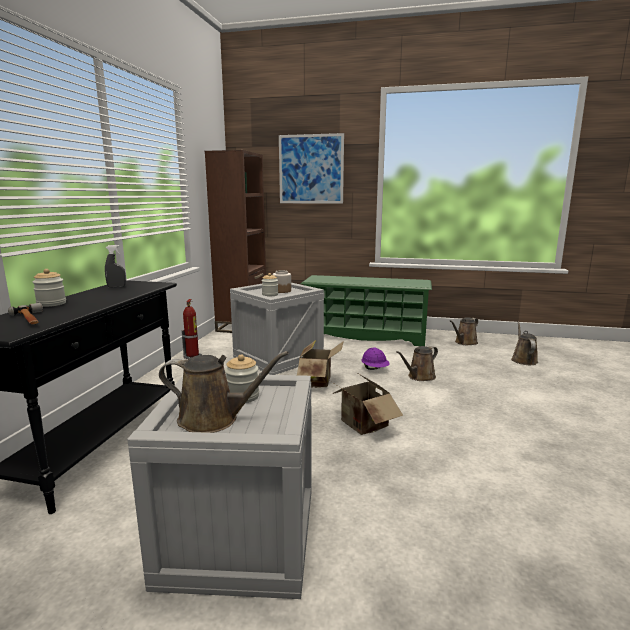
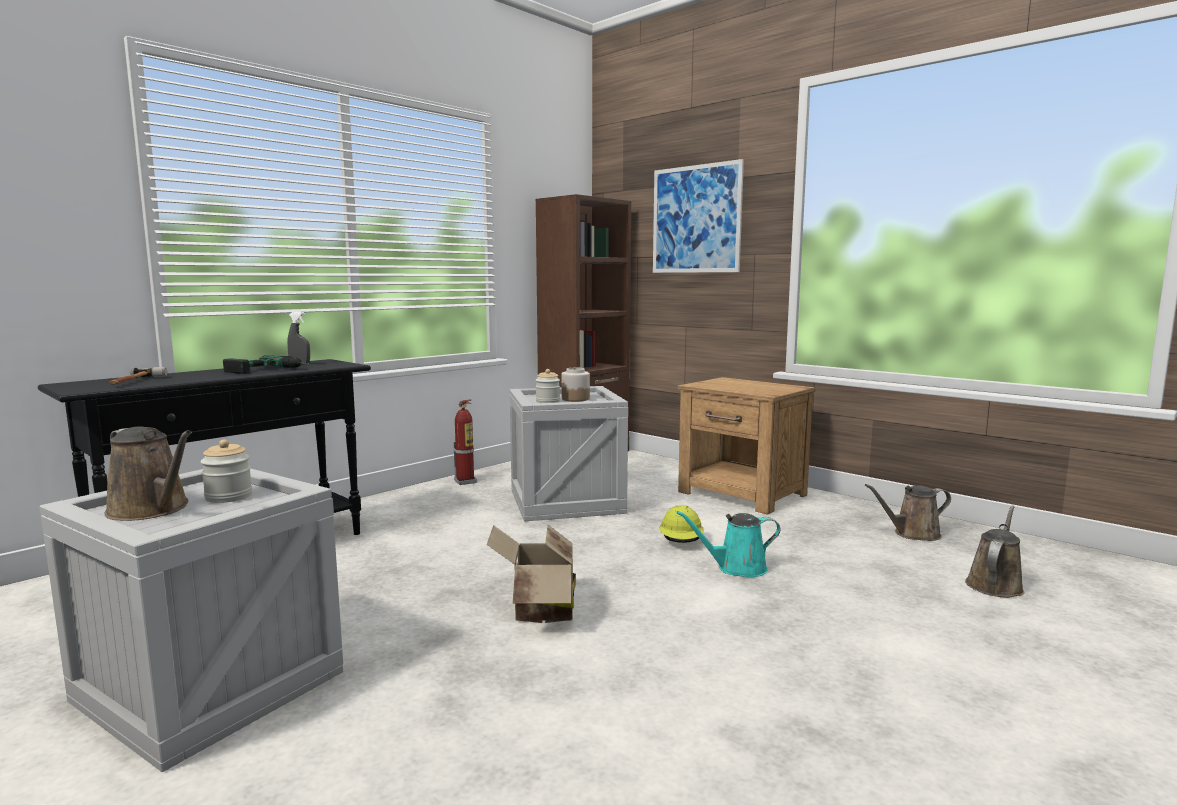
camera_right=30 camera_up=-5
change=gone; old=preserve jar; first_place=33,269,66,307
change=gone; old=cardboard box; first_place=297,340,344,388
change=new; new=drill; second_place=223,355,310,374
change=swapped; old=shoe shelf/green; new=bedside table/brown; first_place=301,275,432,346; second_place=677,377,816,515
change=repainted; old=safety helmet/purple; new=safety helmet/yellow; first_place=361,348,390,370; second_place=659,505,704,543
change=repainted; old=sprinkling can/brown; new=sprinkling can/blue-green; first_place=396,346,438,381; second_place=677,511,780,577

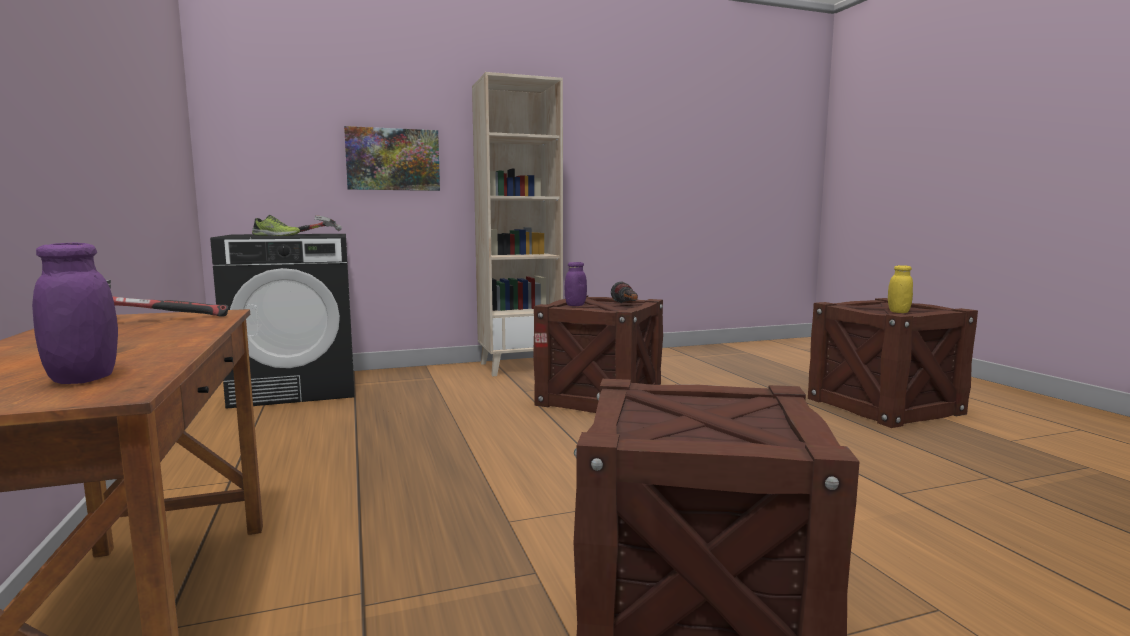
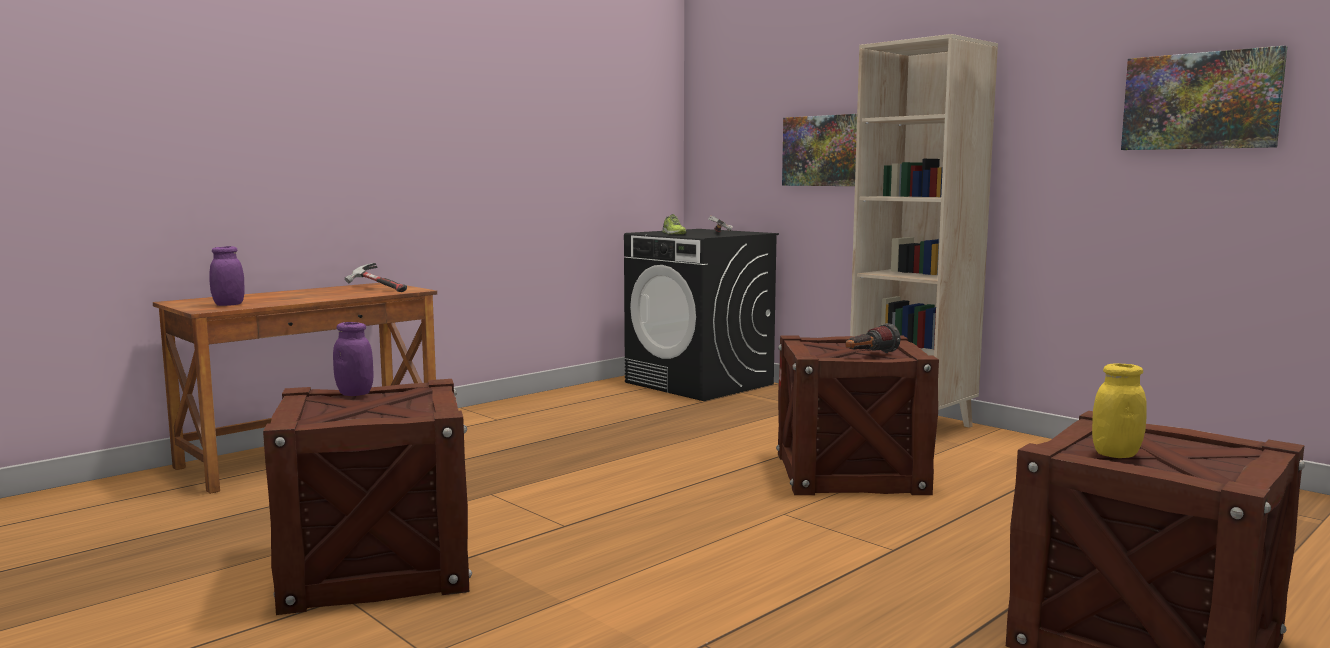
camera_right=65 camera_up=0
change=new; new=wall art; second_place=1121,45,1287,150
change=shifted; old=preserve jar/purple; first_place=564,262,587,306; second_place=333,322,373,396

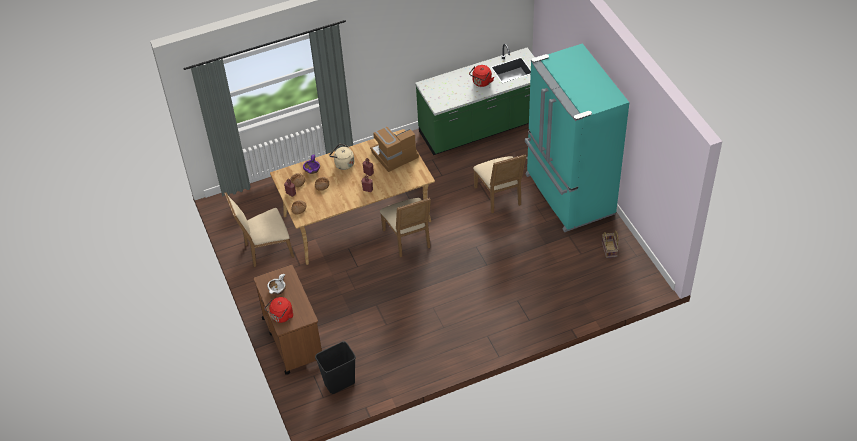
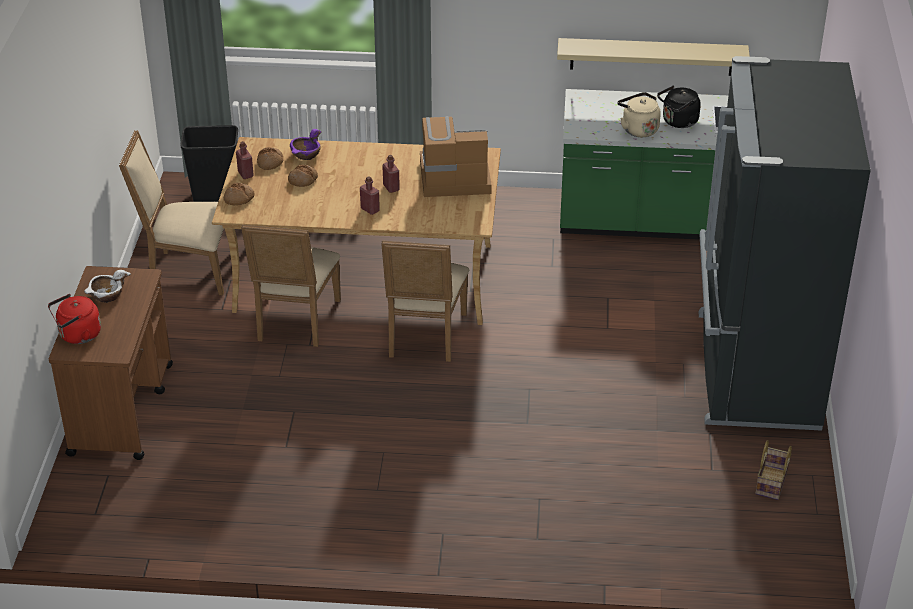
camera_right=25 camera_up=-10
change=new; new=wall shelf/sand-coloured; second_place=557,38,750,76
change=shifted; old=trash can/black-coloured; first_place=315,341,356,394; second_place=181,125,238,202
change=shifted; old=kettle/sand-coloured; first_place=329,144,354,170; second_place=617,92,661,137
change=shifted; old=upright chair/sand-coloured; first_place=473,154,526,213; second_place=241,225,341,347
change=repainted; old=kettle/reddish; new=kettle/black-coloured; first_place=469,65,494,87; second_place=657,86,701,128
change=repainted; old=kitchen fridge/blue-green; new=kitchen fridge/black-coloured; first_place=525,43,629,232; second_place=699,56,871,431

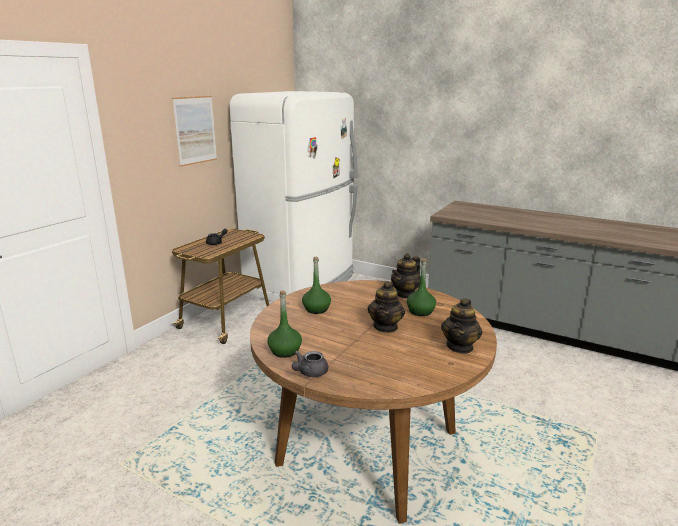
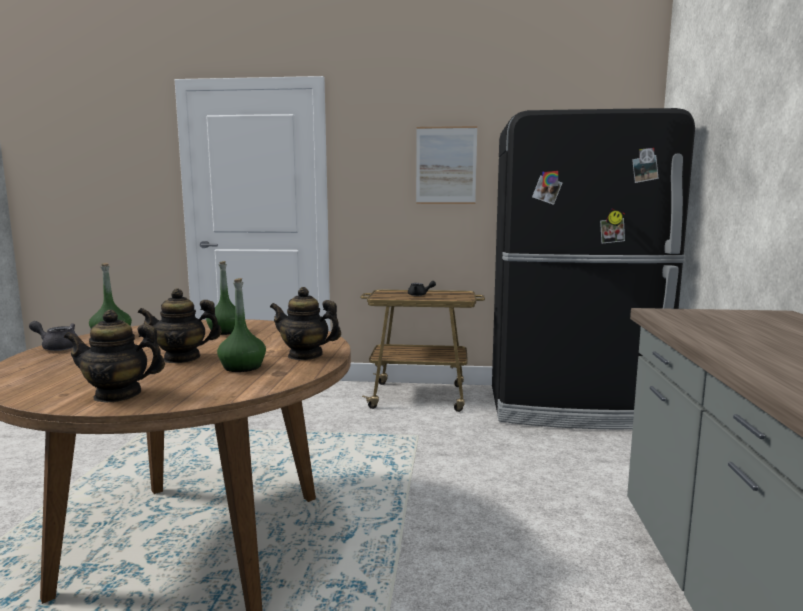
camera_right=65 camera_up=-10
change=repainted; old=kitchen fridge/white-coloured; new=kitchen fridge/black-coloured; first_place=230,91,358,302; second_place=492,108,695,429

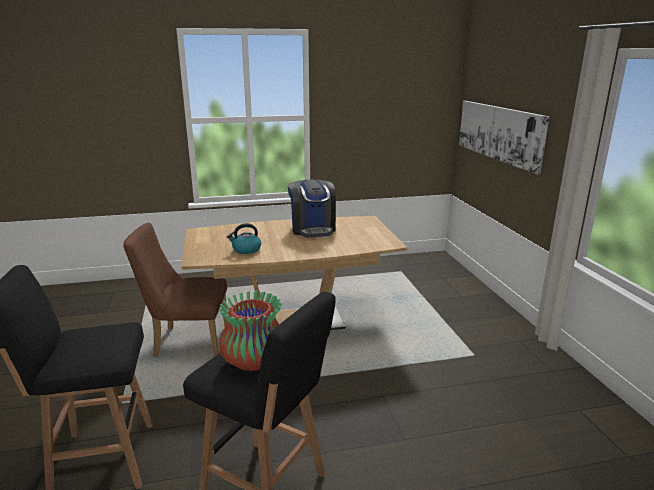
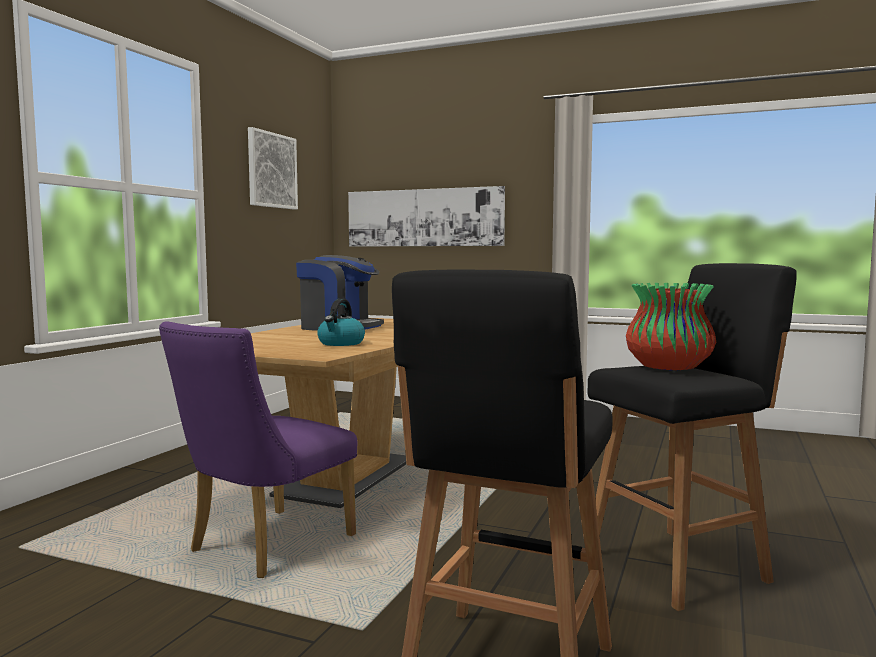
camera_right=-55 camera_up=-15
change=new; new=wall art; second_place=248,127,298,209
change=repainted; old=upright chair/brown; new=upright chair/purple; first_place=123,223,227,357; second_place=159,321,357,578

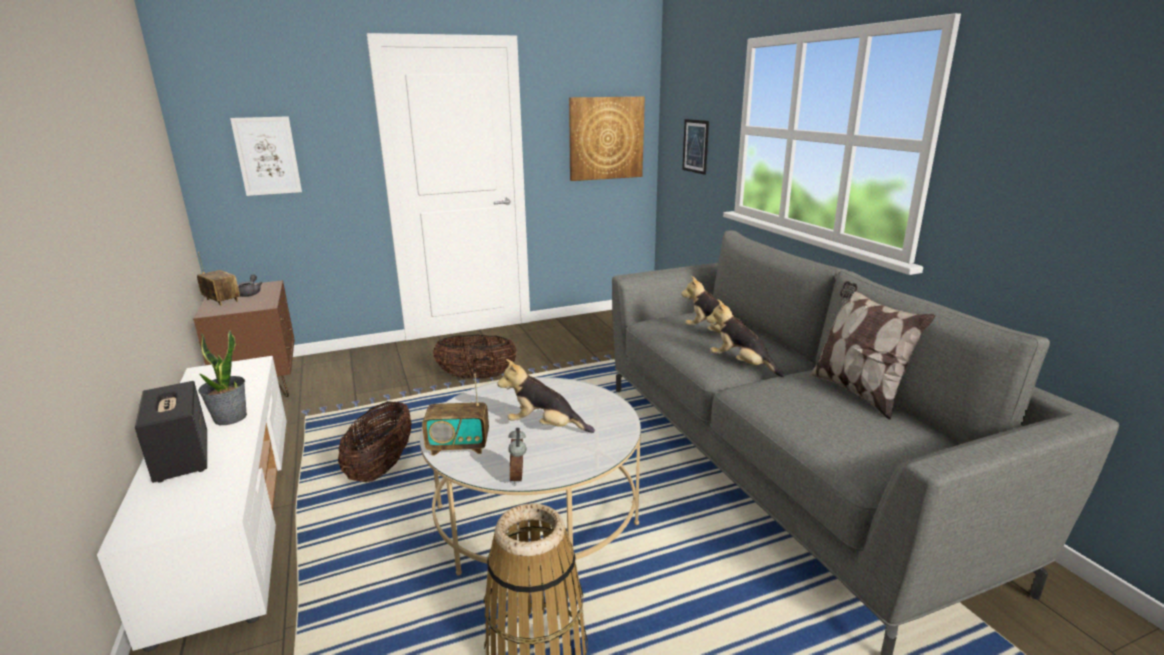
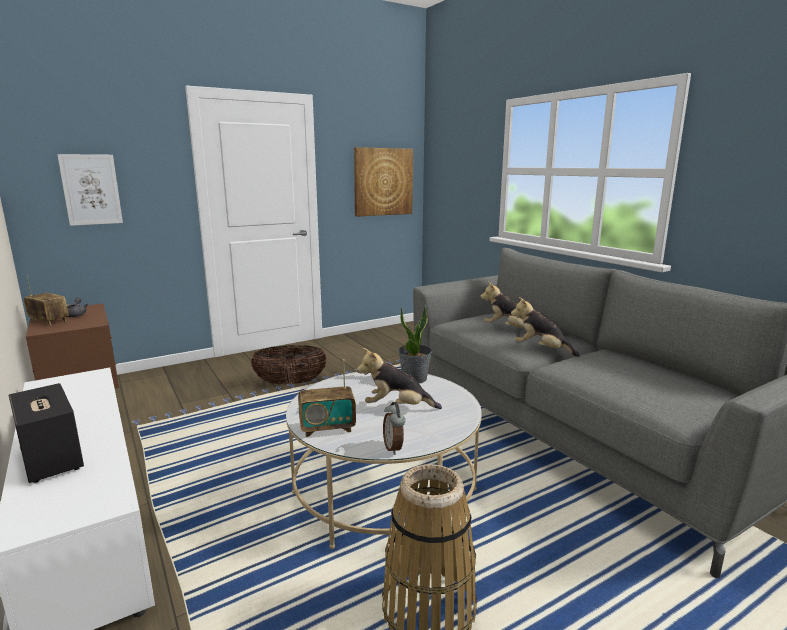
camera_right=-10 camera_up=-5
change=gone; old=household basket; first_place=338,401,412,482
change=gone; old=wall art; first_place=682,119,709,175
change=gone; old=pillow; first_place=809,281,936,420
change=shifted; old=plant in a pot; first_place=198,331,247,425; second_place=398,305,432,384

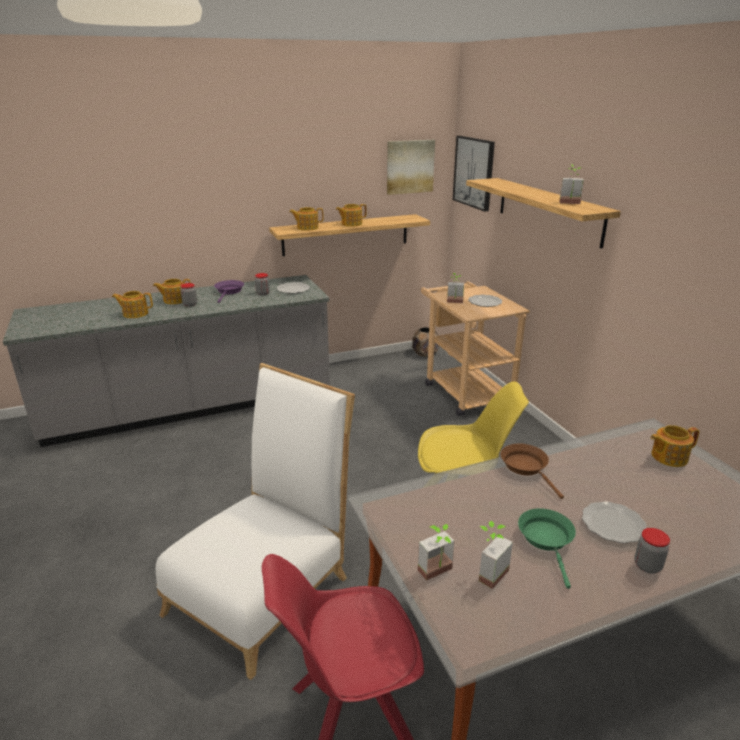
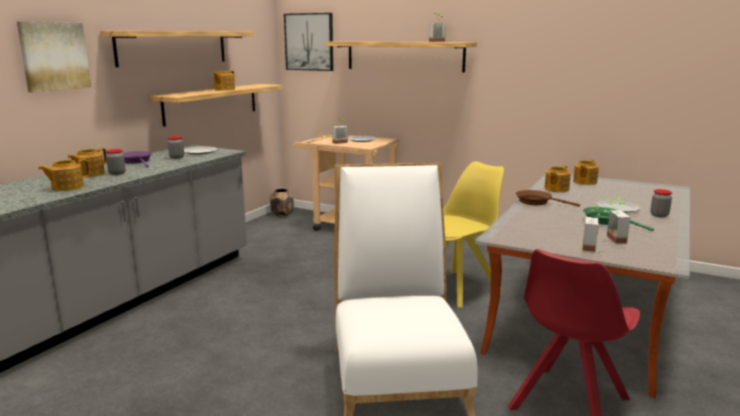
camera_right=-40 camera_up=-10
change=new; new=wall shelf; second_place=100,31,254,67
change=shifted; old=tea pot; first_place=290,207,323,231; second_place=545,165,571,192
change=shifted; old=wall art; first_place=387,140,435,195; second_place=17,21,91,92

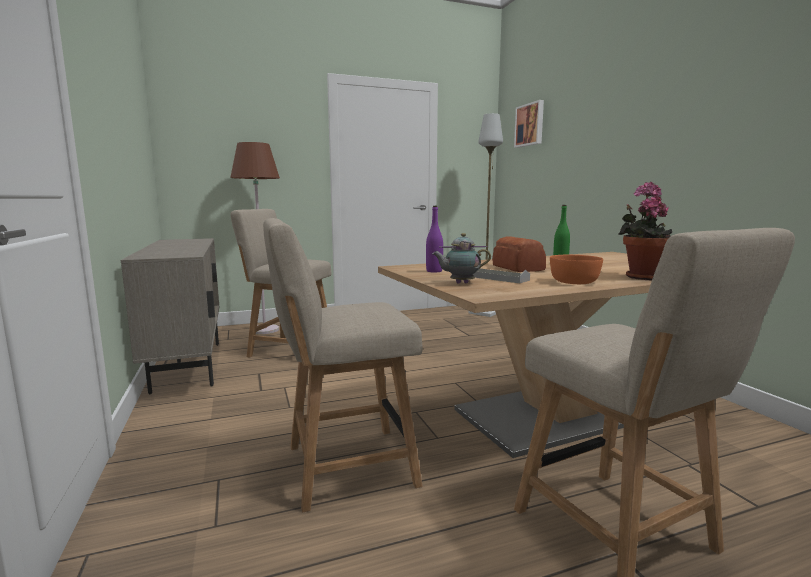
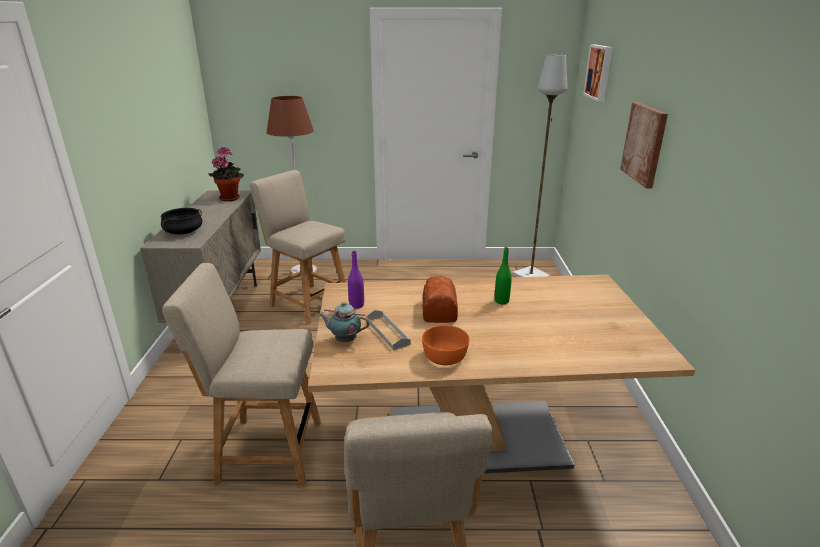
camera_right=20 camera_up=15
change=new; new=stockpot/black-coloured; second_place=161,208,203,234
change=new; new=wall art; second_place=620,102,668,189
change=shifted; old=plant in a pot; first_place=619,182,672,280; second_place=208,147,244,201

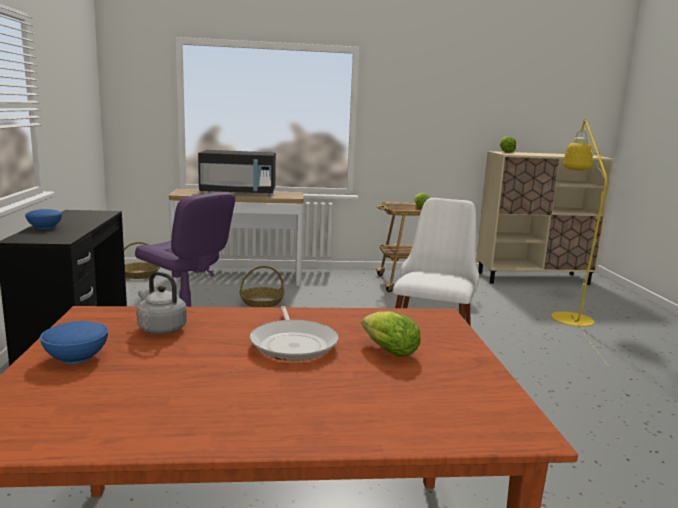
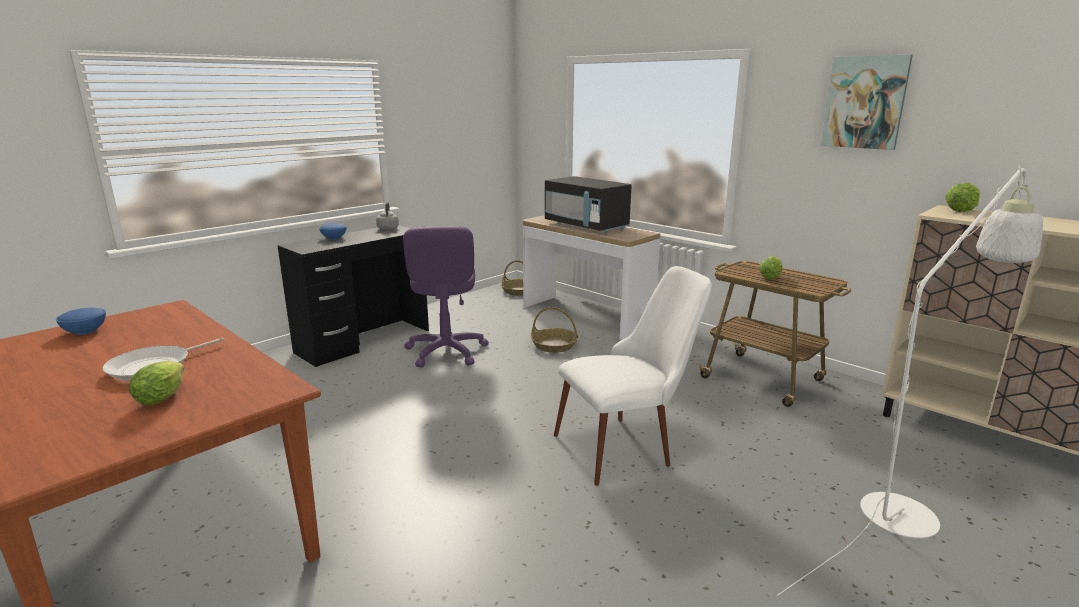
camera_right=50 camera_up=5
change=new; new=wall art; second_place=821,54,913,150
change=shifted; old=kettle/grey; first_place=137,272,187,334; second_place=376,202,399,230
change=repainted; old=floor lamp/yellow; new=floor lamp/white-coloured; first_place=551,119,608,365; second_place=776,165,1043,596

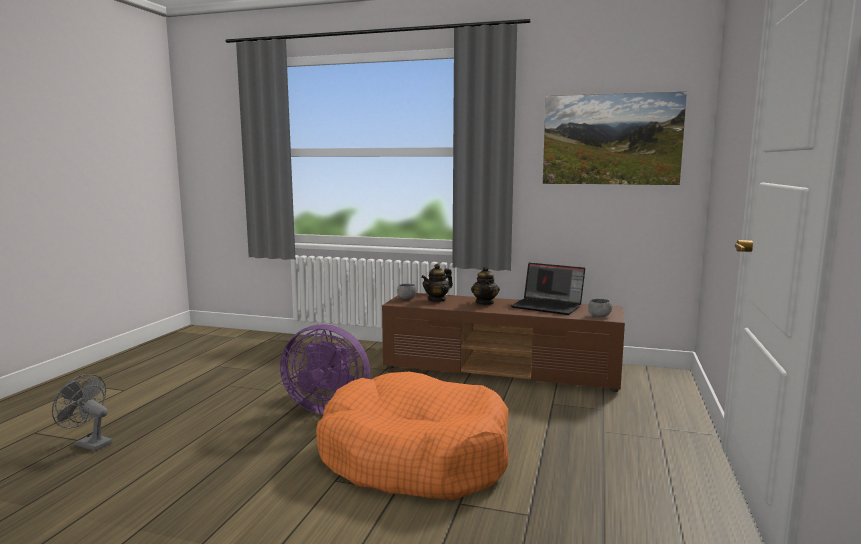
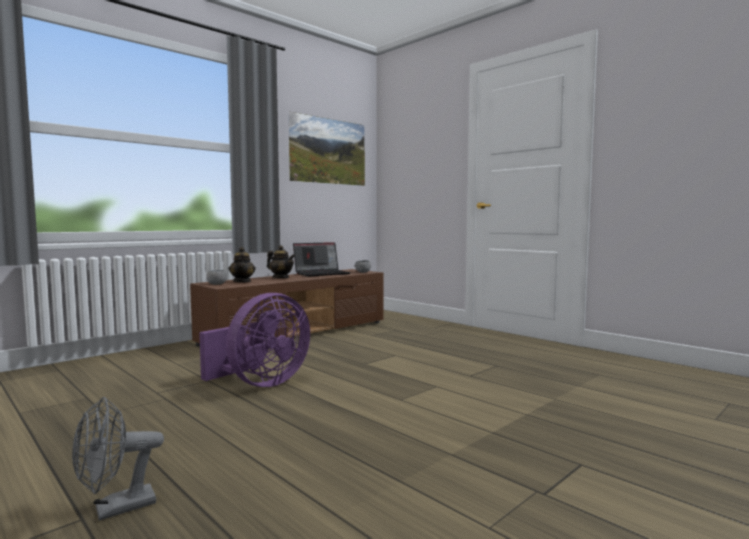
camera_right=-60 camera_up=-5
change=gone; old=dog cushion/orange; first_place=316,372,509,500

